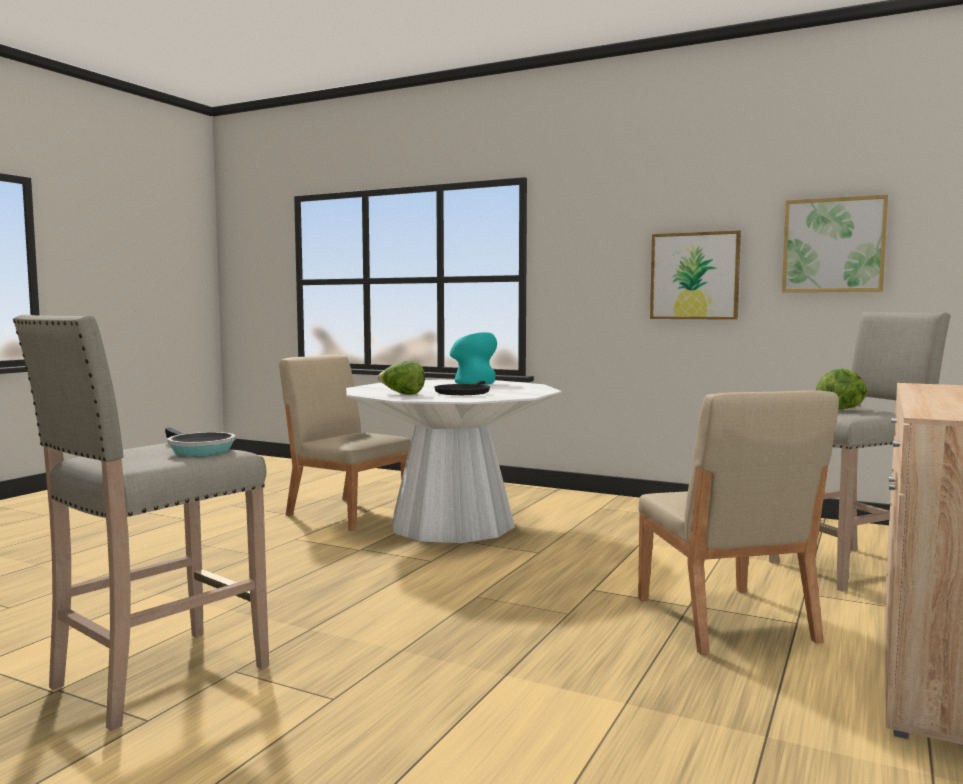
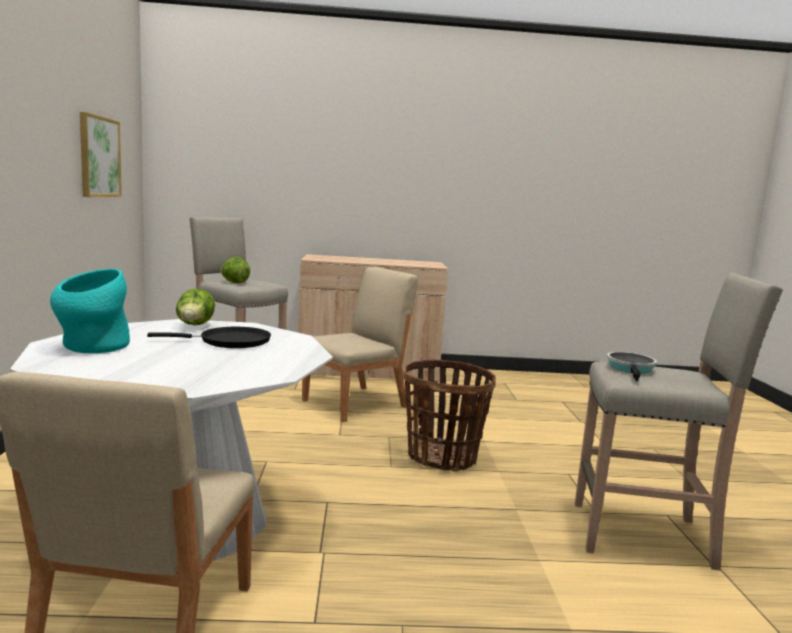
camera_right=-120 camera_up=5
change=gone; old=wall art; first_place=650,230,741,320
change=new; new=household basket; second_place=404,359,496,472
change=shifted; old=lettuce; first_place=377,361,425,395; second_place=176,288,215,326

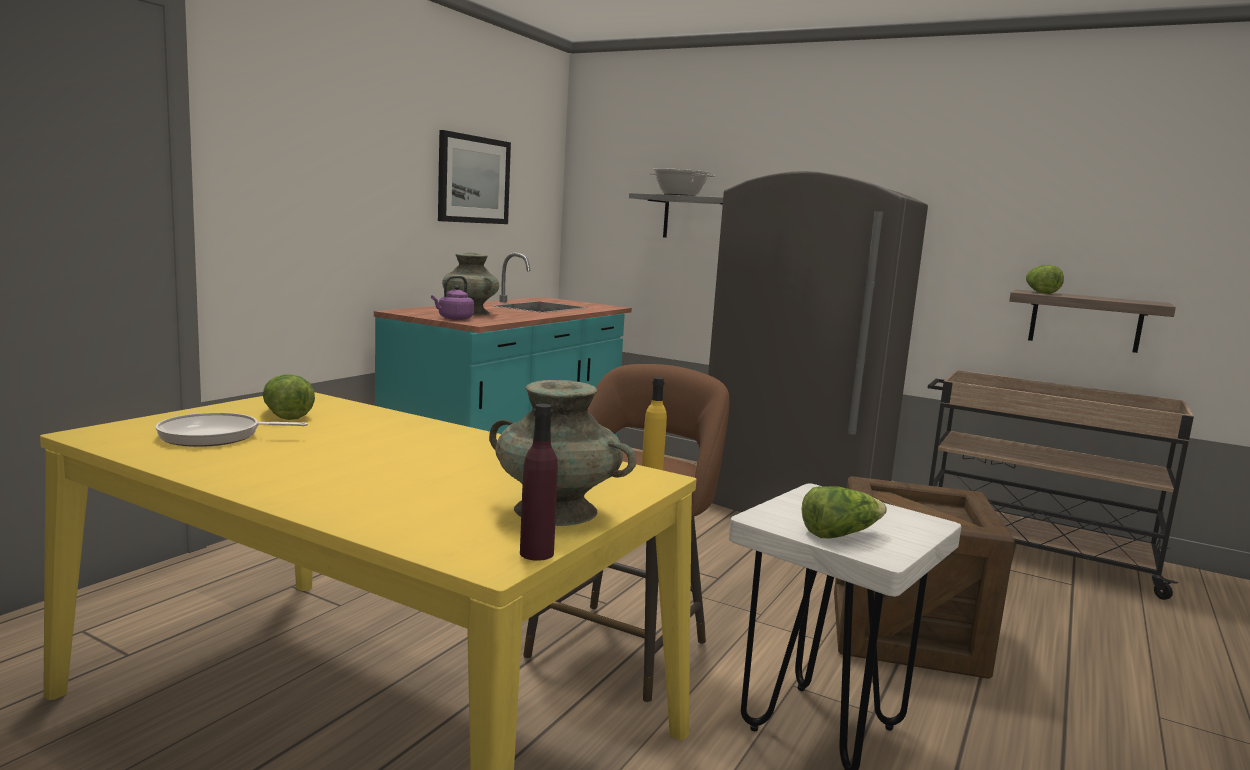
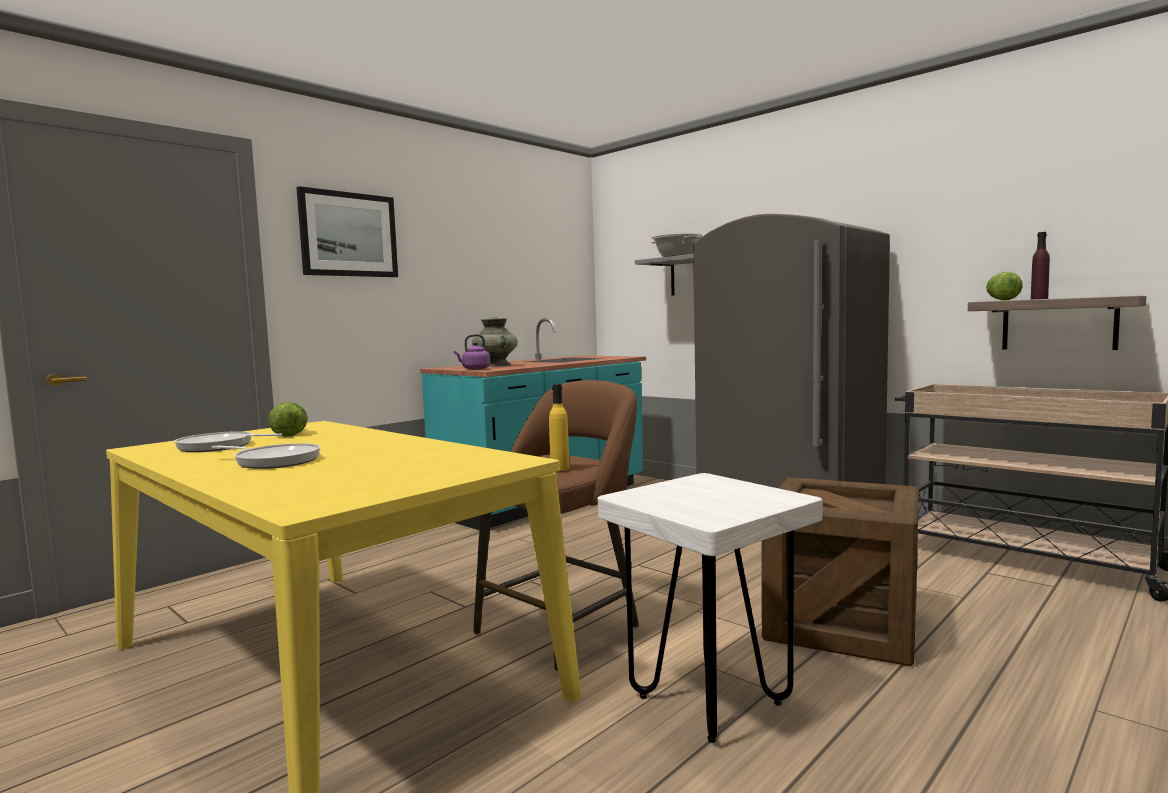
camera_right=15 camera_up=-5
change=gone; old=vase/blue-green; first_place=489,380,636,526
change=gone; old=lettuce; first_place=802,486,887,538
change=new; new=pan; second_place=211,443,320,469
change=shifted; old=wall art; first_place=438,130,511,224; second_place=296,186,398,277
change=shifted; old=drink bottle/purple; first_place=520,404,558,561; second_place=1031,232,1050,299

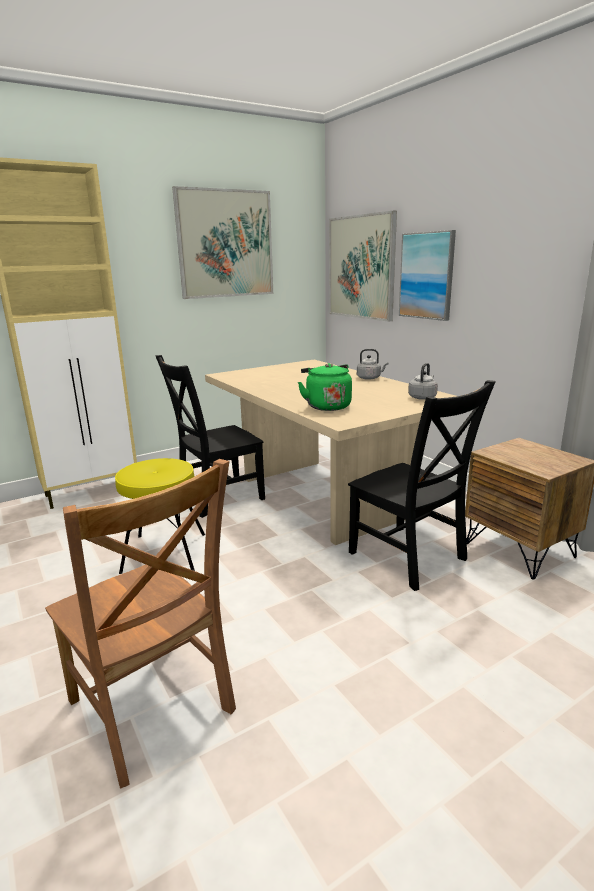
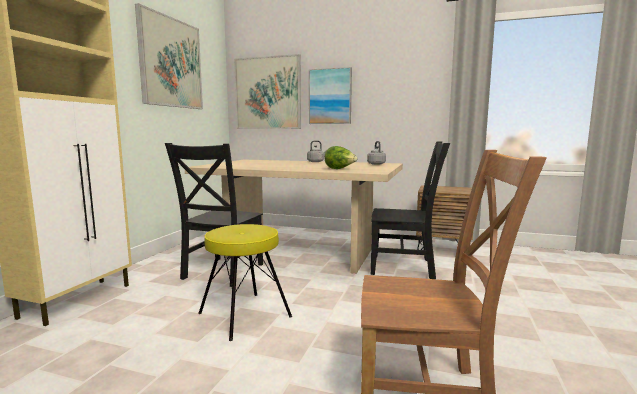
camera_right=-40 camera_up=-10
change=swapped; old=kettle/green; new=lettuce; first_place=298,363,352,411; second_place=325,146,357,169

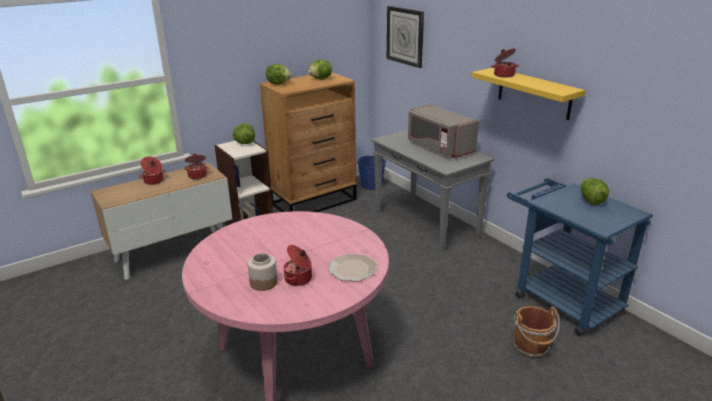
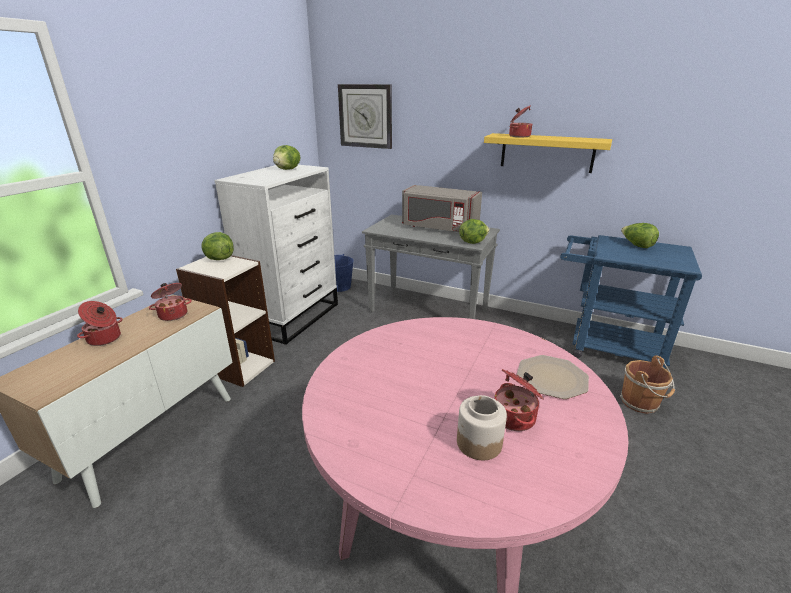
camera_right=-30 camera_up=0
change=shifted; old=lettuce; first_place=266,64,291,85; second_place=459,219,490,244
change=repainted; old=dresser/brown; new=dresser/white-coloured; first_place=260,73,357,212; second_place=214,165,338,345

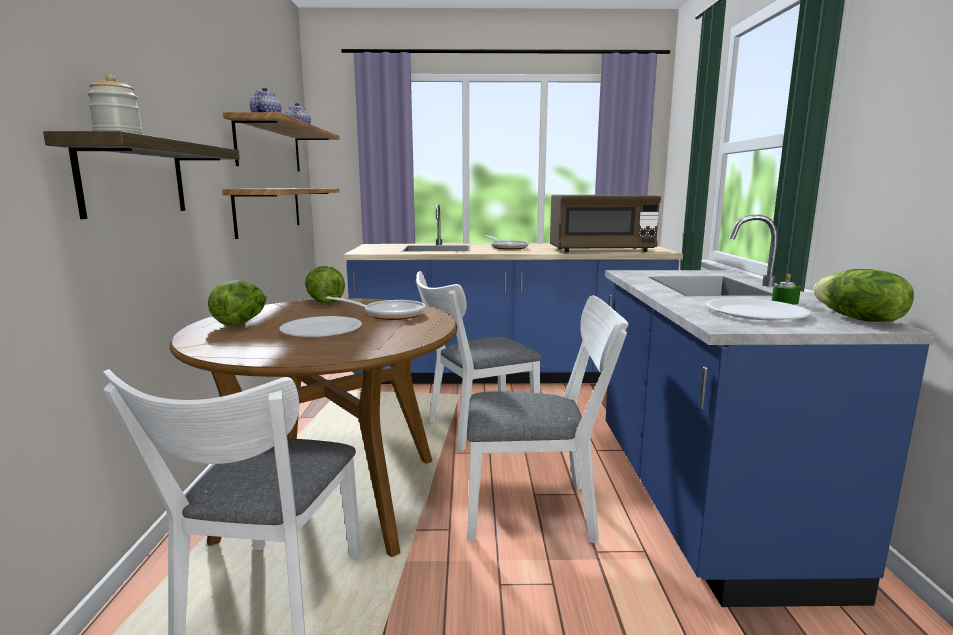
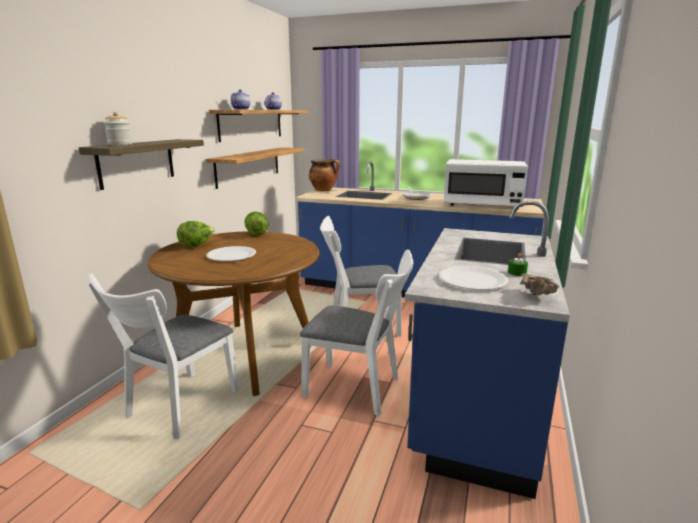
camera_right=20 camera_up=5
change=gone; old=pan; first_place=326,297,426,320
change=new; new=stockpot; second_place=309,159,340,191
change=swapped; old=lettuce; new=serving bowl/sand-coloured; first_place=813,269,914,322; second_place=520,273,559,295
change=repainted; old=kitchen microwave/brown; new=kitchen microwave/white-coloured; first_place=550,195,661,253; second_place=443,159,528,209

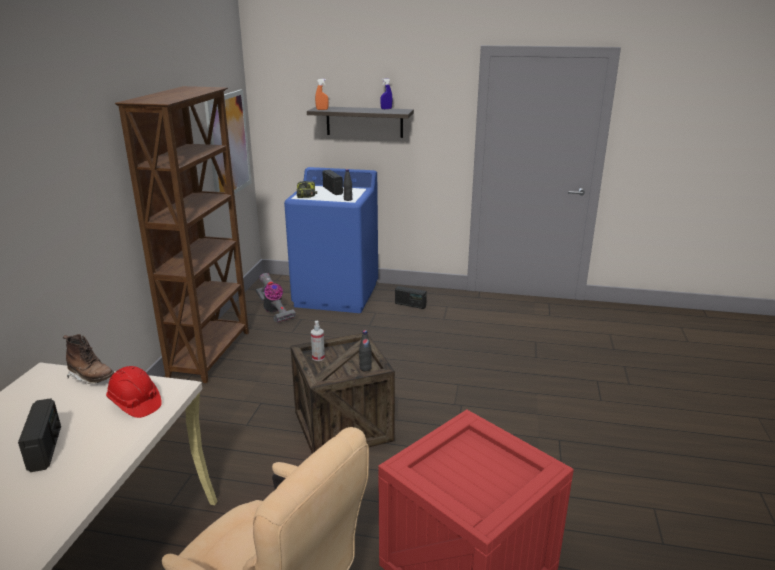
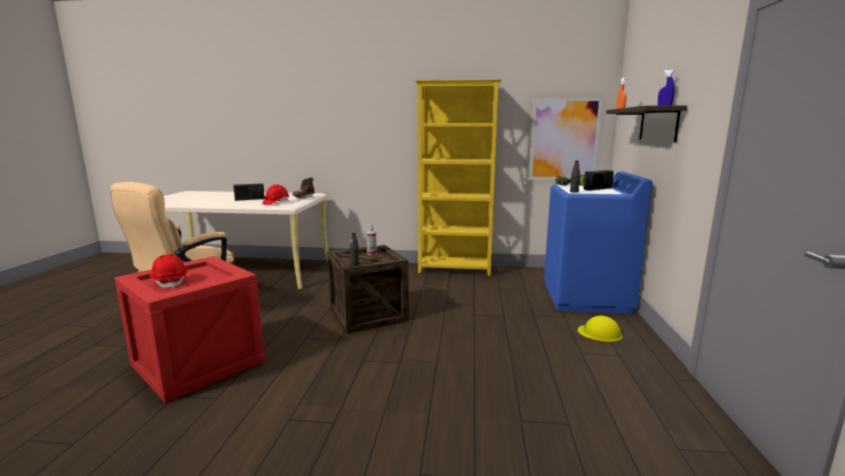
camera_right=85 camera_up=-10
change=gone; old=vacuum; first_place=255,273,296,323
change=new; new=safety helmet/reddish; second_place=150,254,187,288
change=swapped; old=radio receiver; new=safety helmet/yellow; first_place=395,286,427,309; second_place=578,316,622,342
change=repainted; old=bookshelf/brown; new=bookshelf/yellow; first_place=115,86,249,383; second_place=414,79,502,276

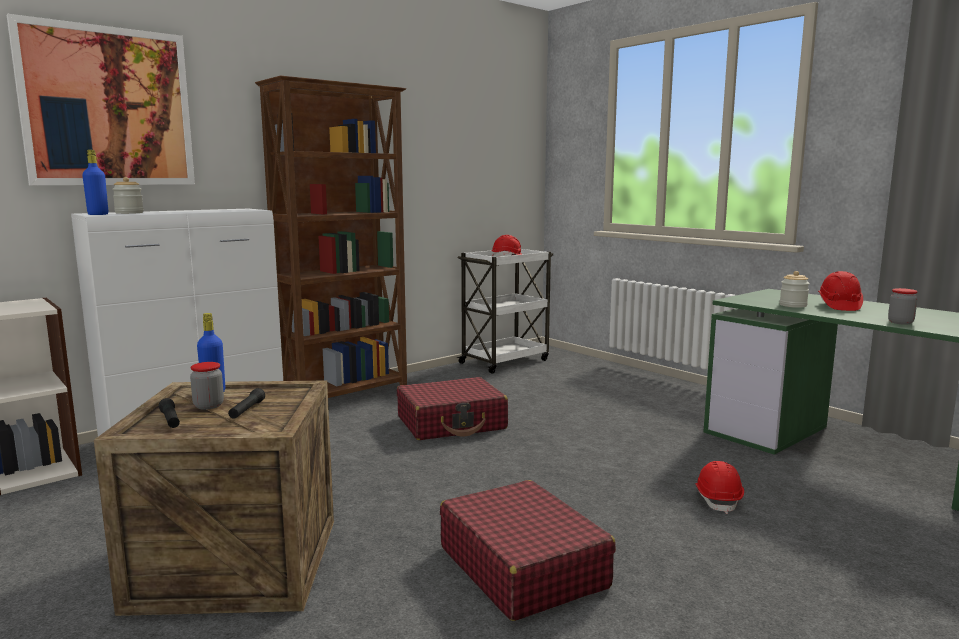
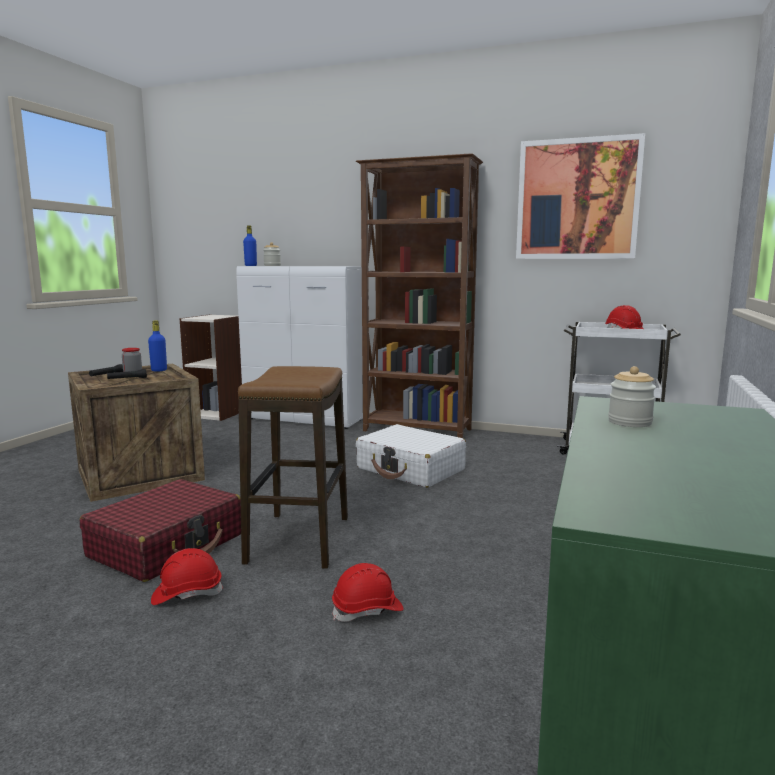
camera_right=60 camera_up=0
change=gone; old=preserve jar; first_place=888,288,918,325
change=new; new=stool seat; second_place=238,366,348,569
change=shifted; old=wall art; first_place=7,14,195,185; second_place=516,133,645,259
change=shifted; old=safety helmet/reddish; first_place=818,271,863,311; second_place=151,548,223,605
change=repainted; old=travel case/reddish; new=travel case/white-coloured; first_place=397,377,508,440; second_place=356,424,466,488

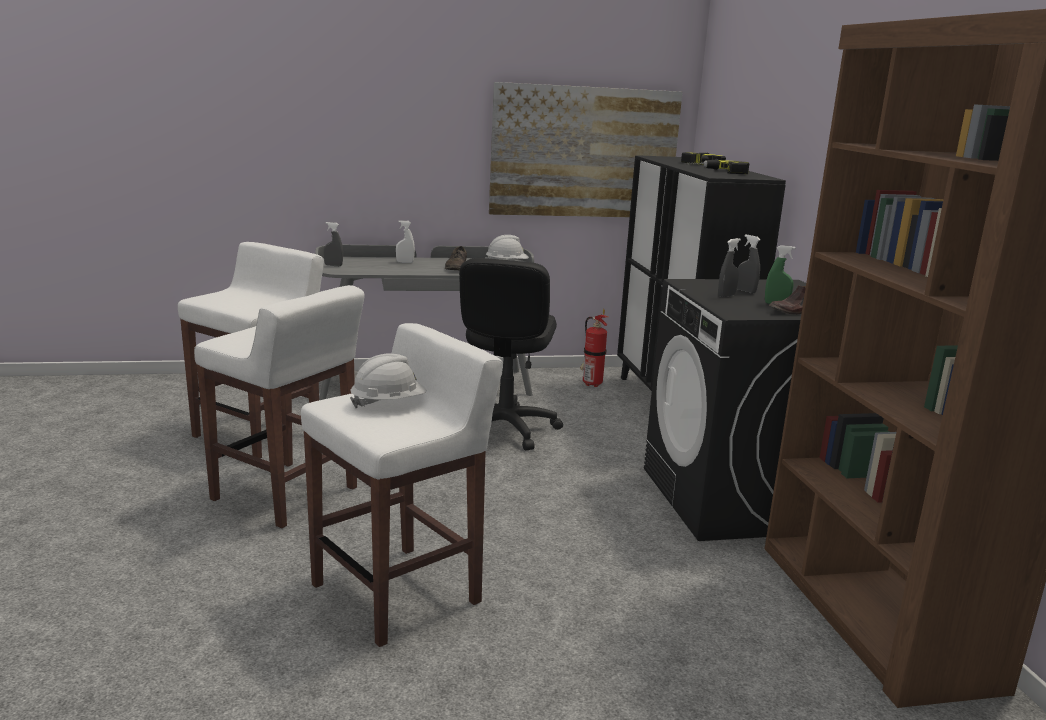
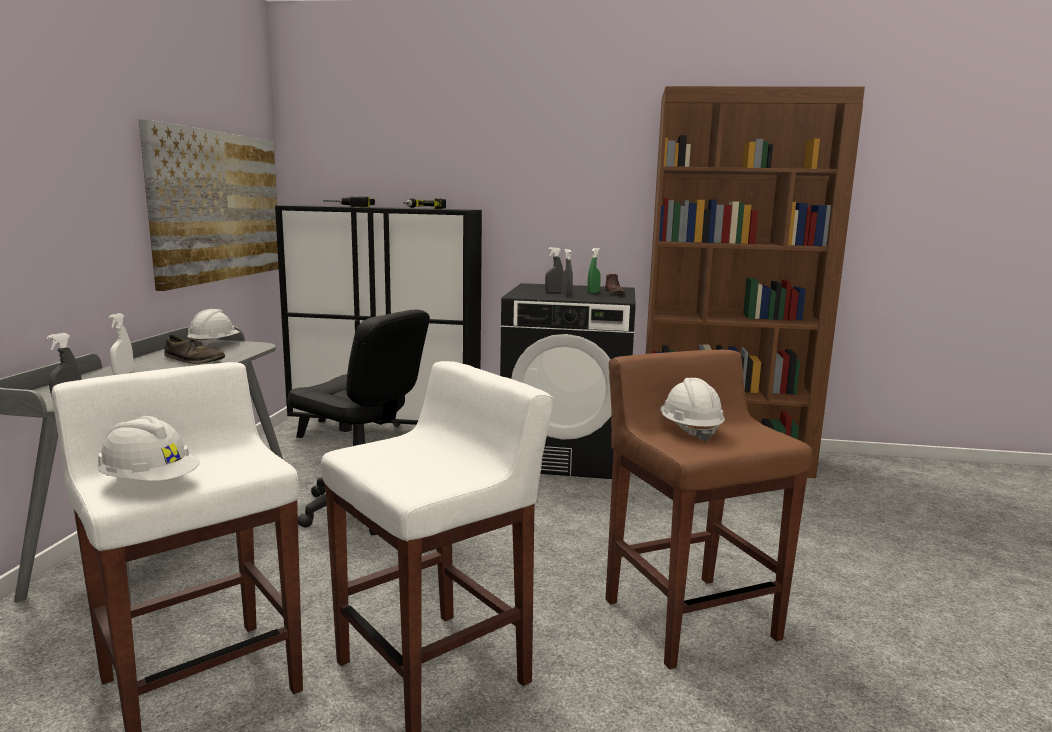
camera_right=-70 camera_up=-5
change=gone; old=fire-fighting cylinder; first_place=580,308,608,387
change=new; new=safety helmet/white-coloured; second_place=97,416,200,481
change=repainted; old=stool seat/white-coloured; new=stool seat/brown; first_place=301,323,503,647; second_place=606,350,812,669

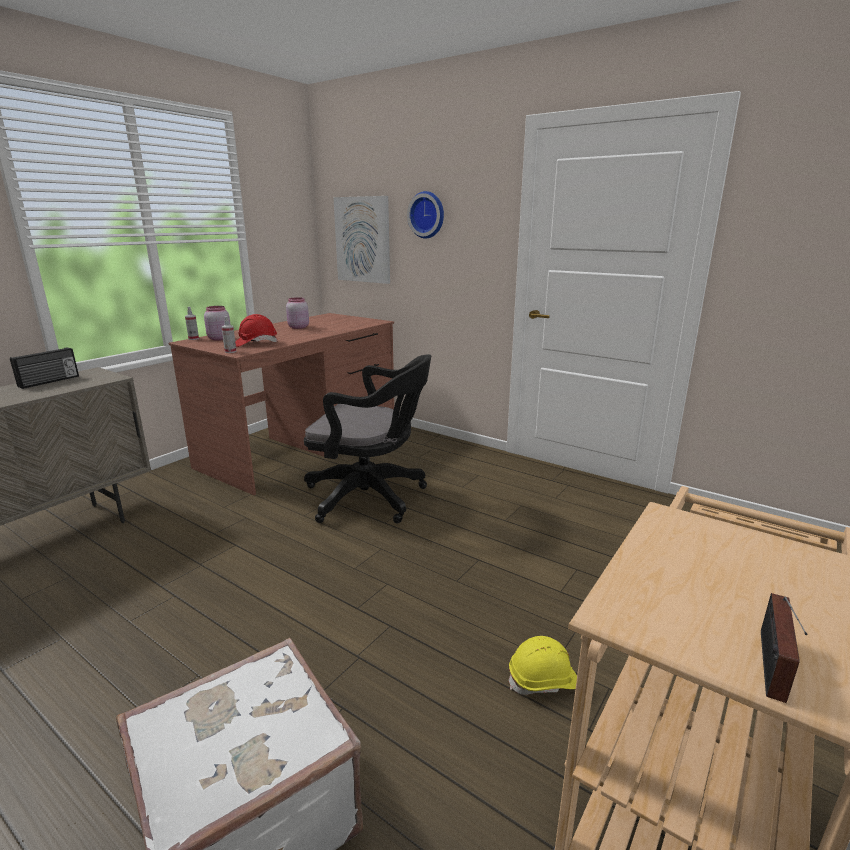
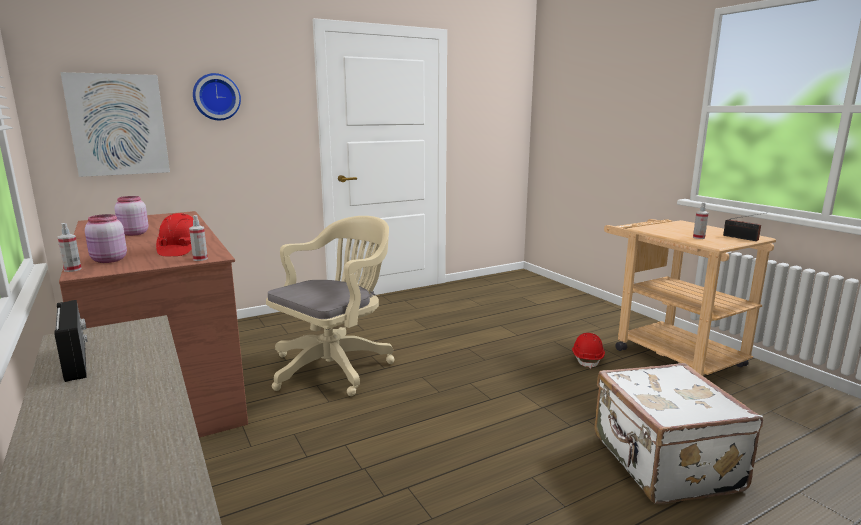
camera_right=-65 camera_up=-5
change=new; new=spray bottle; second_place=693,203,708,239
change=repainted; old=desk chair/black-coloured; new=desk chair/sand-coloured; first_place=304,354,431,524; second_place=266,216,395,396
change=repainted; old=safety helmet/yellow; new=safety helmet/reddish; first_place=509,636,577,695; second_place=572,333,605,369

